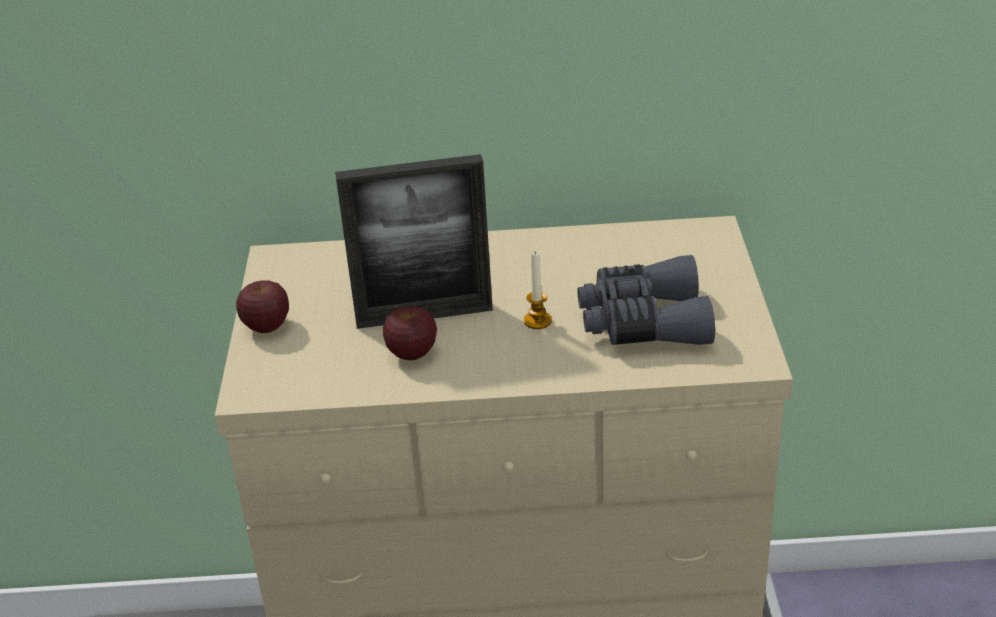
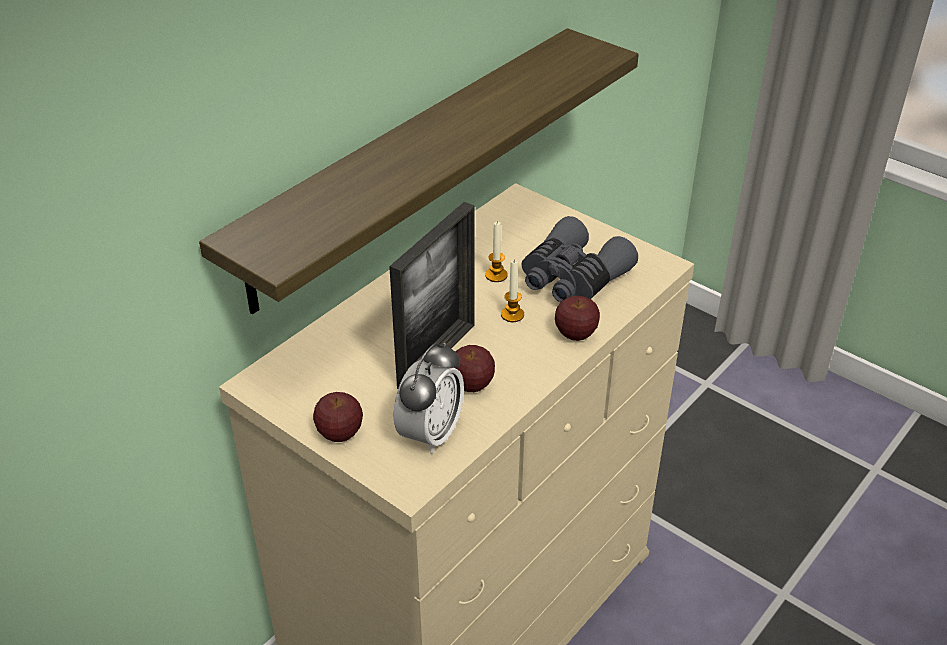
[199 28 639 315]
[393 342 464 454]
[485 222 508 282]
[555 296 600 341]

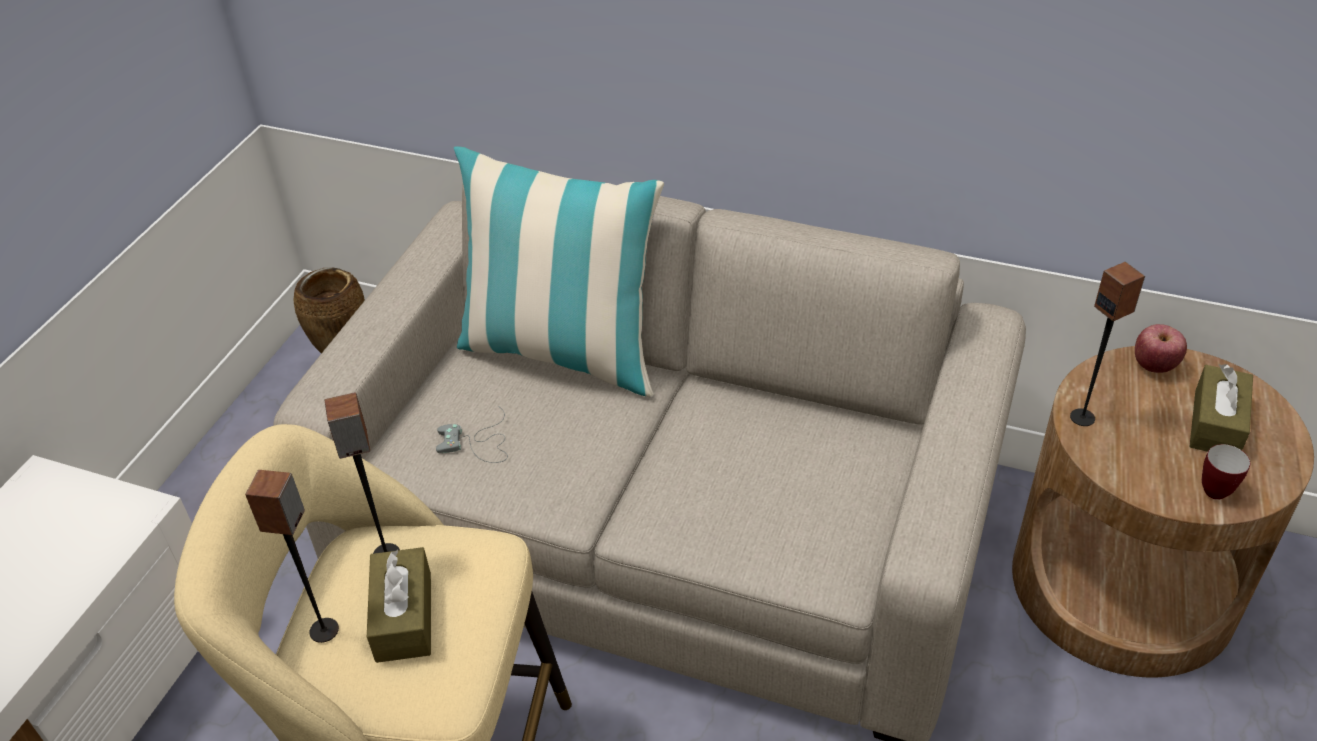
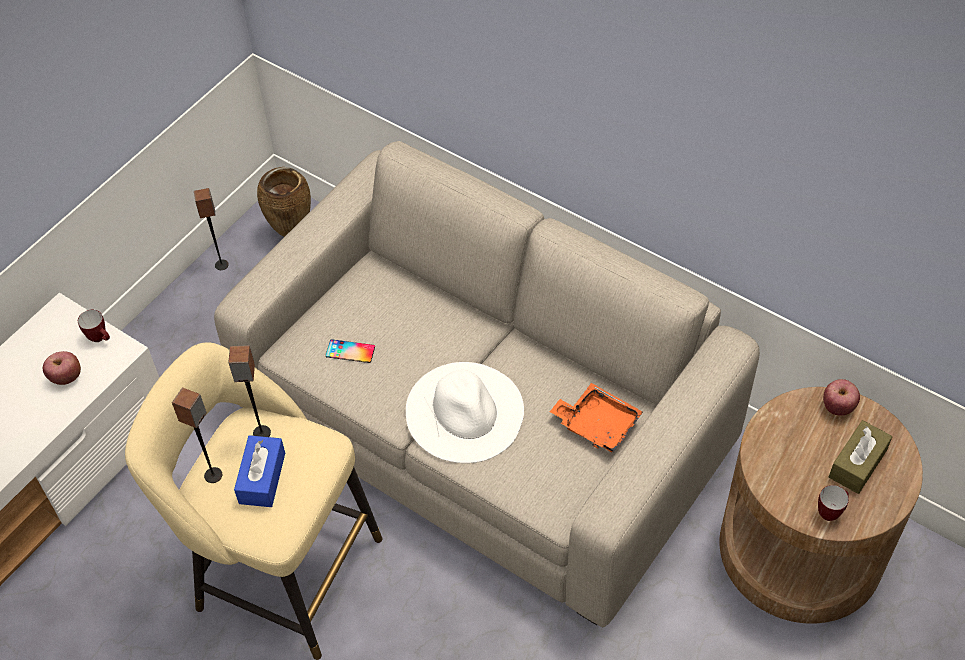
[454 146 664 397] (first image)
[43 351 81 385]
[78 310 110 342]
[406 362 524 463]
[550 383 643 452]
[194 188 229 270]
[326 339 375 363]
[234 435 285 507]

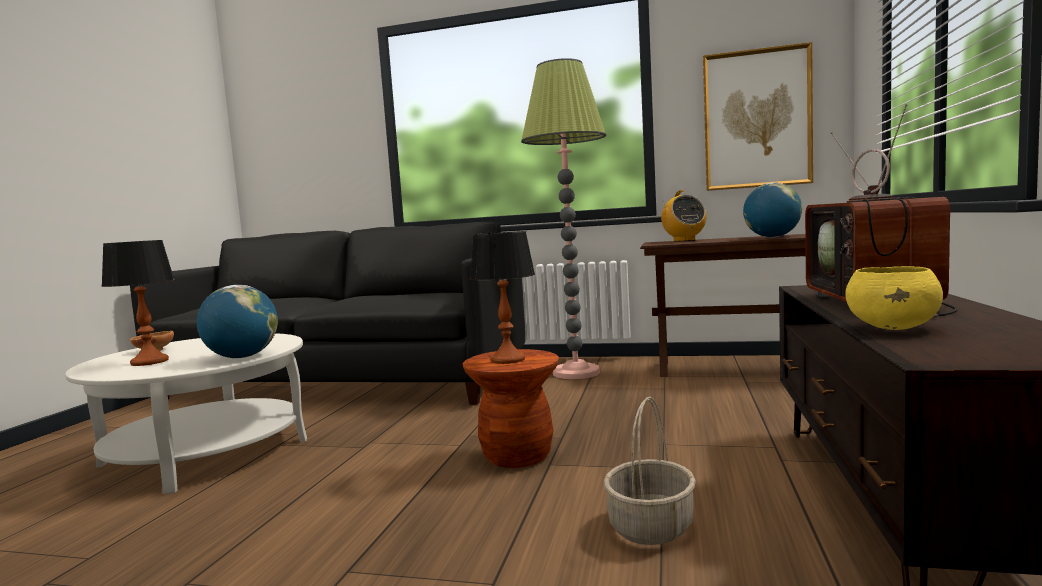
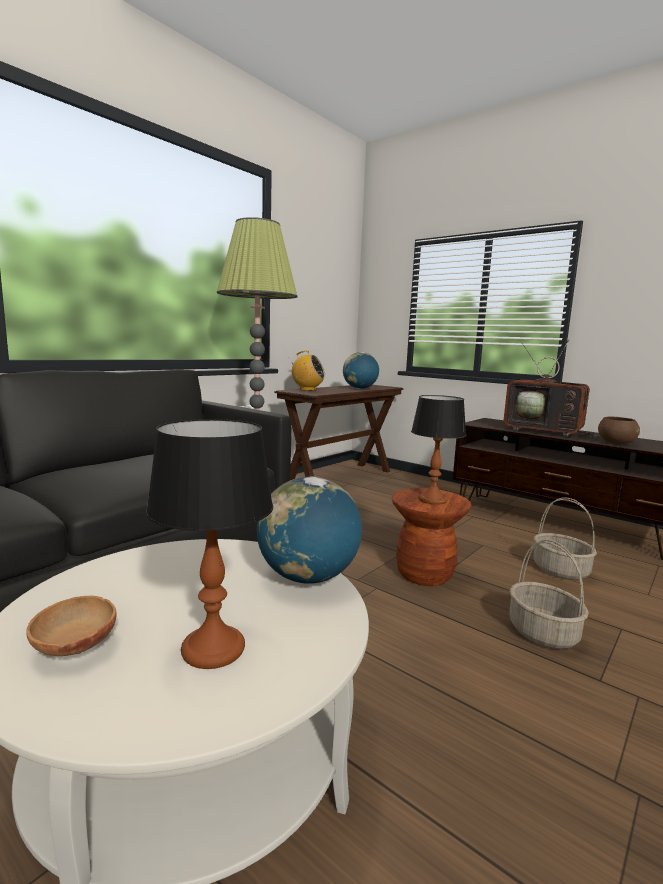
[703 42 813 191] (first image)
[509 539 589 649]
[598 416 640 445]

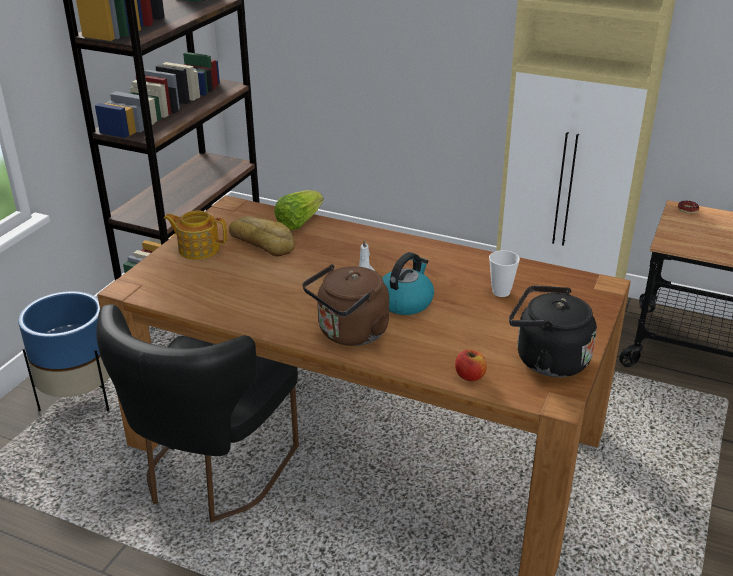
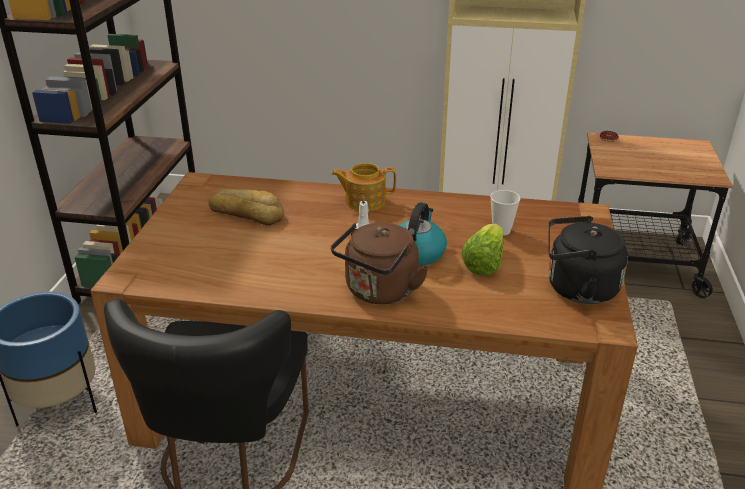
[455 350 487 381] (first image)
[331 163 396 211]
[462 224 504 276]

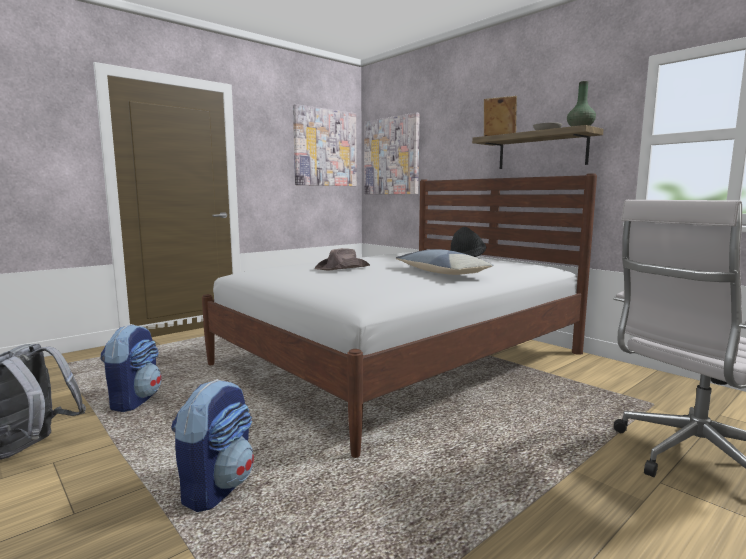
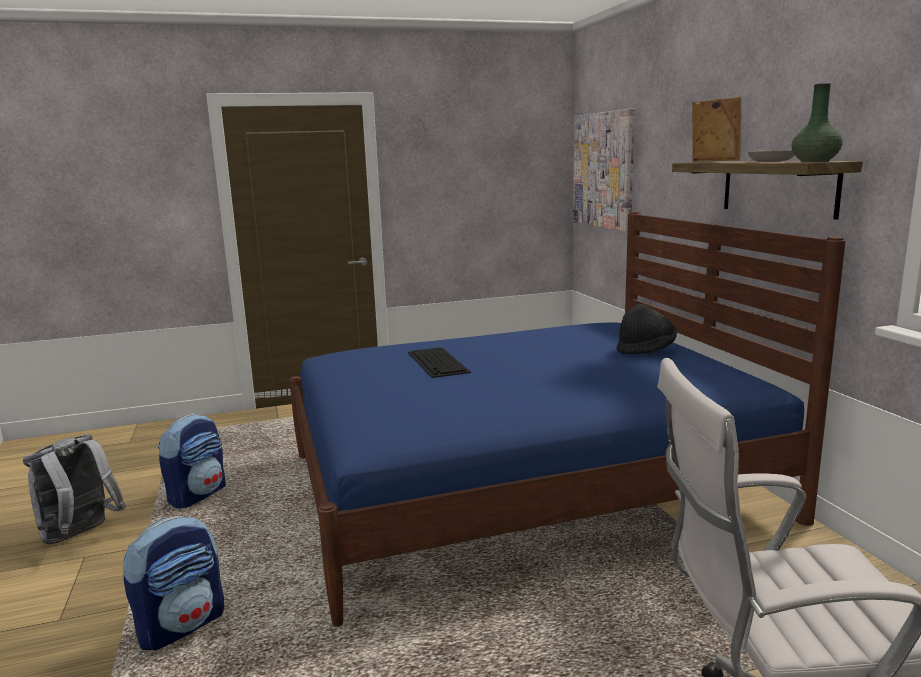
[293 104 357 186] (first image)
[396 249 494 275] (first image)
[408 347 471 378]
[289 212 846 627]

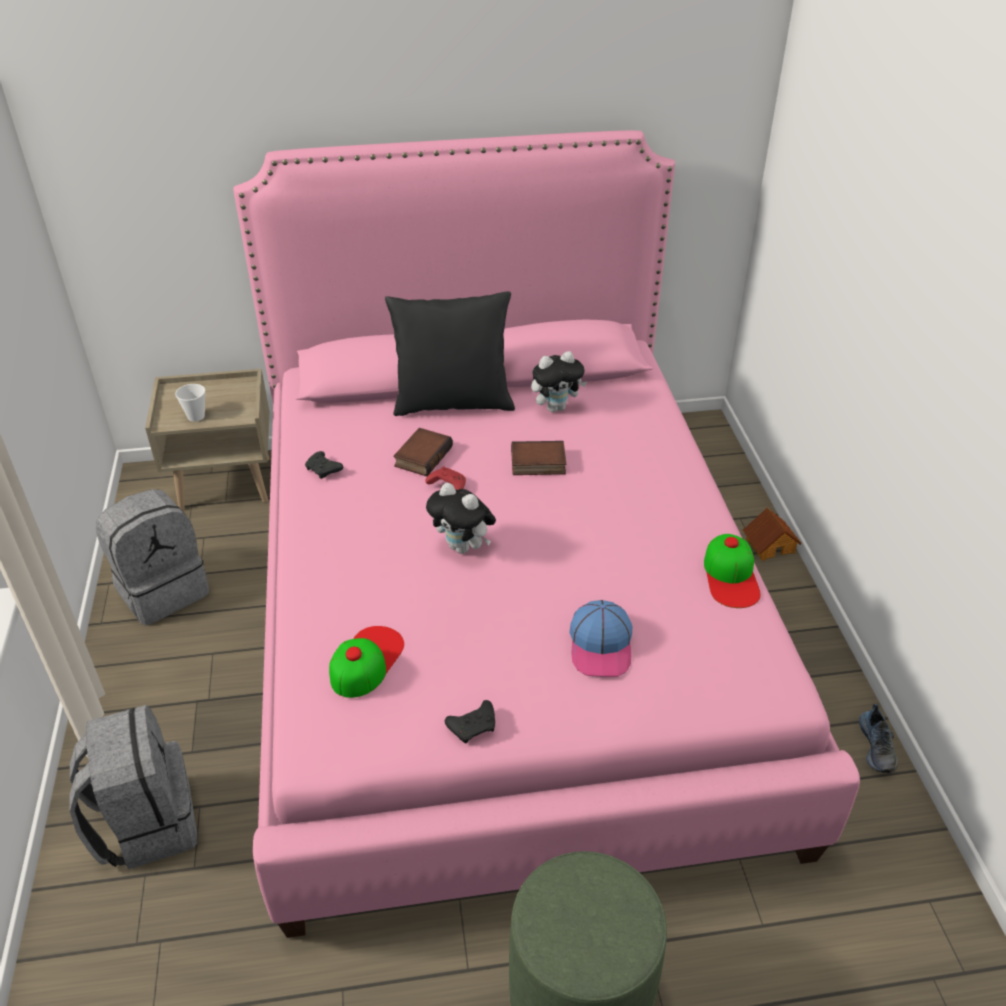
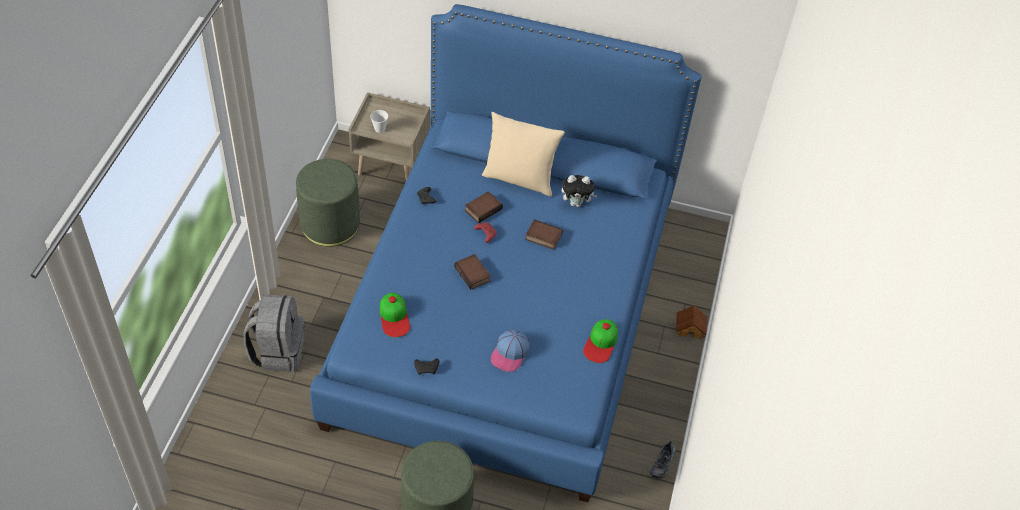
[296 159 360 247]
[454 254 491 290]
[310 4 702 502]
[482 112 565 197]
[380 293 410 337]

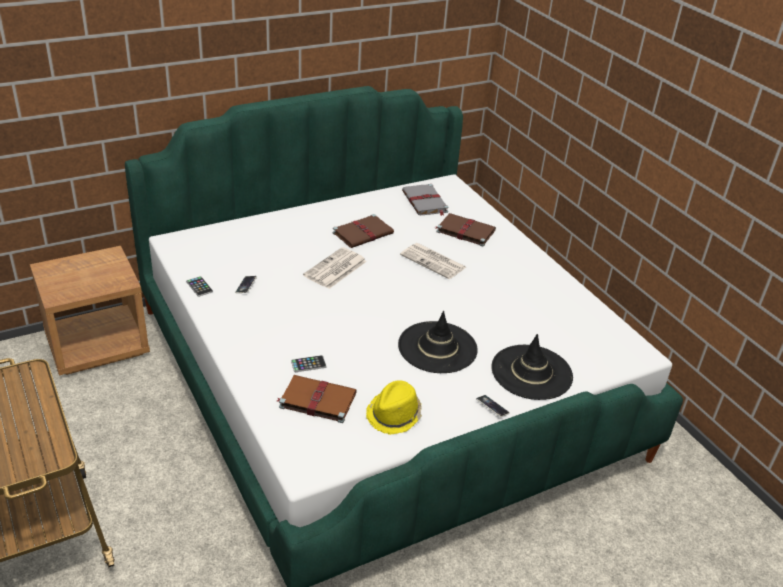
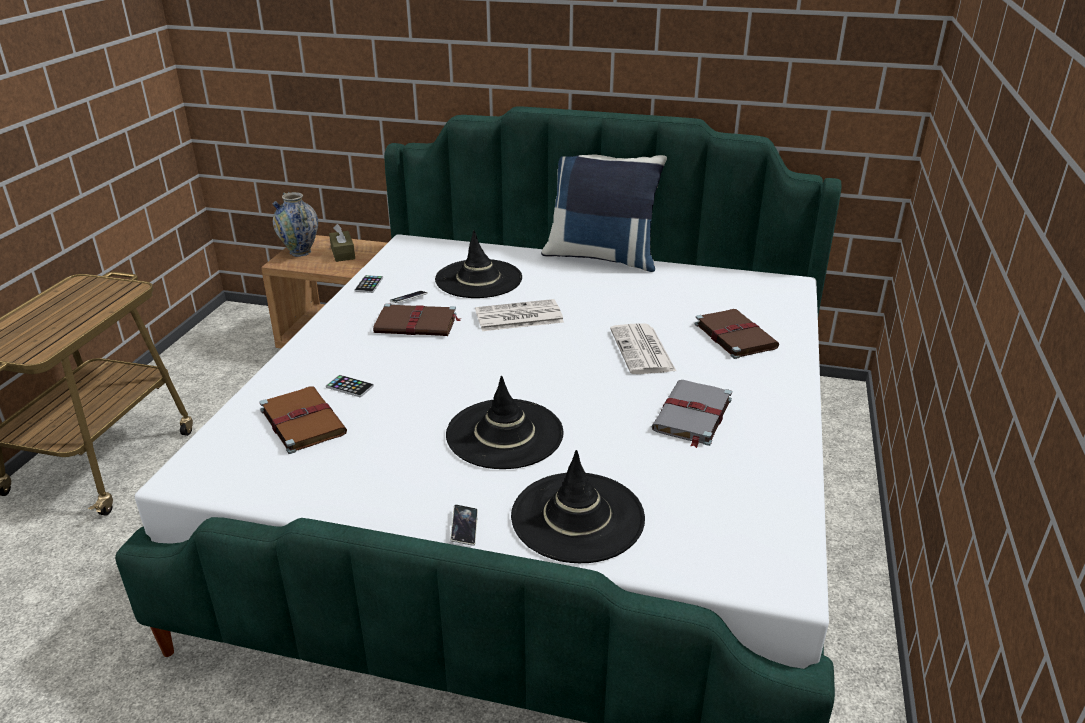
[366 380 422 435] (first image)
[273 192 318 257]
[329 224 355 262]
[435 230 522 298]
[541 154 667 272]
[373 303 460 336]
[651 380 732 448]

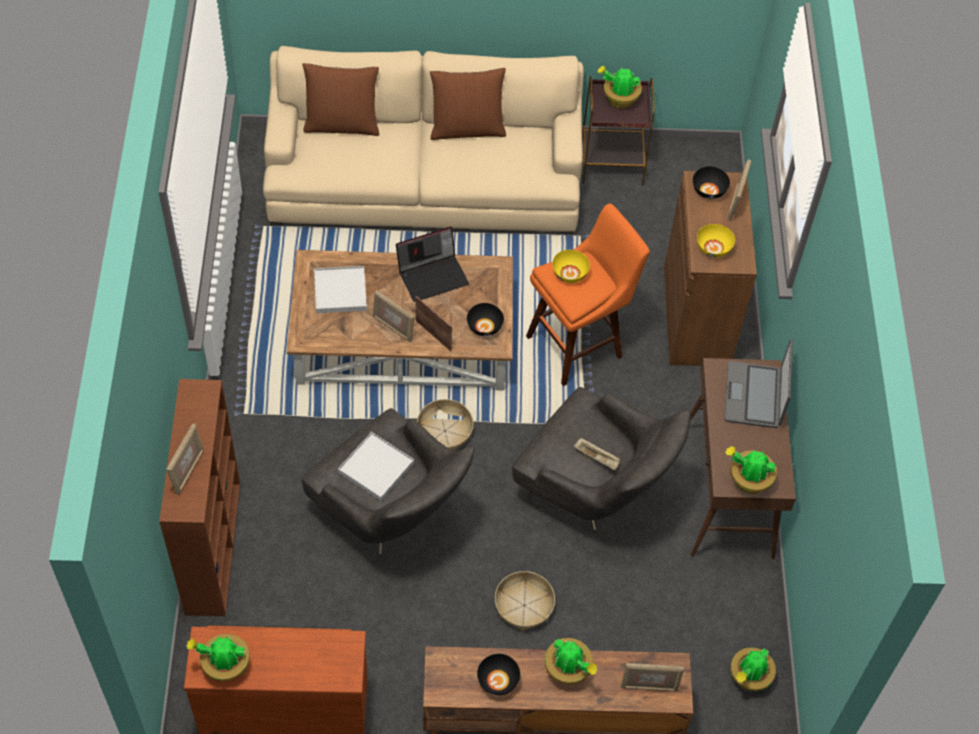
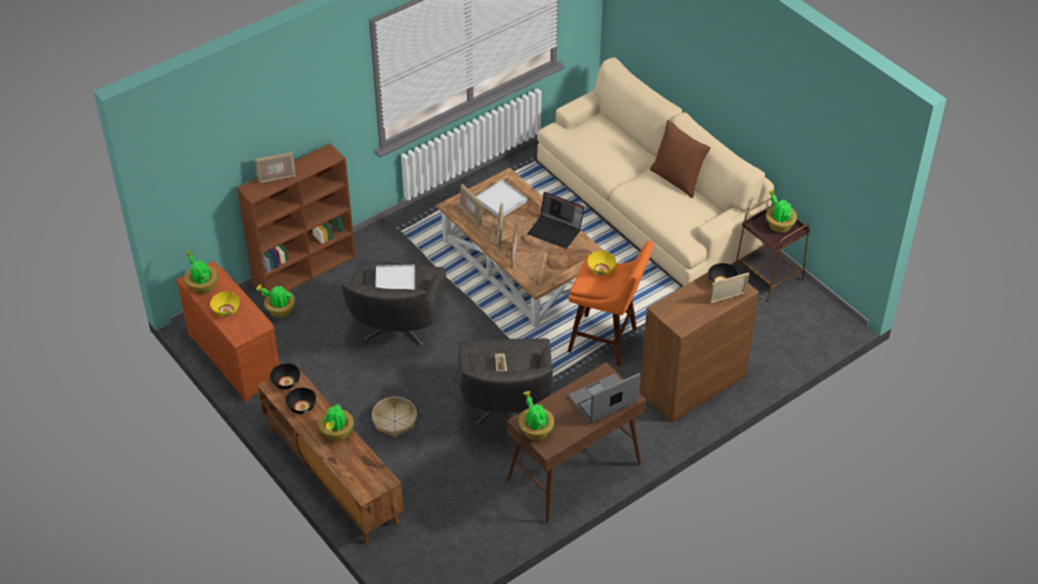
[302 63 379 136] (first image)
[417 399 474 451] (first image)
[270 363 300 389]
[459 184 483 226]
[210 292 240 316]
[256 285 295 318]

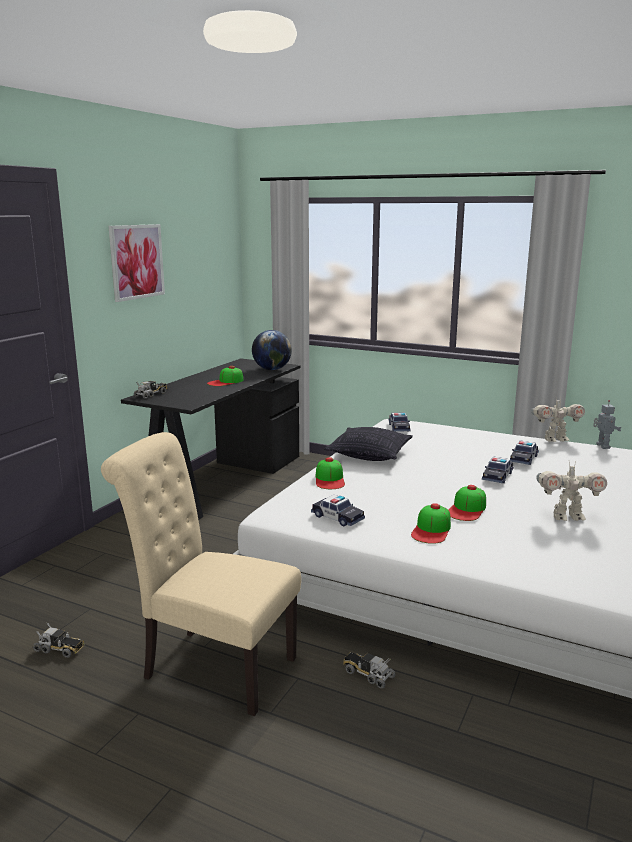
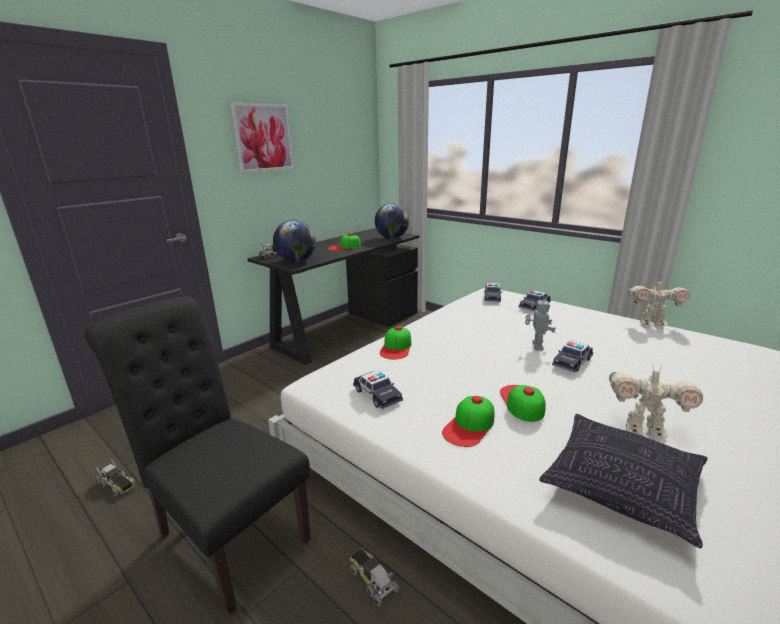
[273 220 316 262]
[539 414 708 548]
[519 290 551 311]
[525 296 556 350]
[84 296 311 615]
[500 385 546 422]

